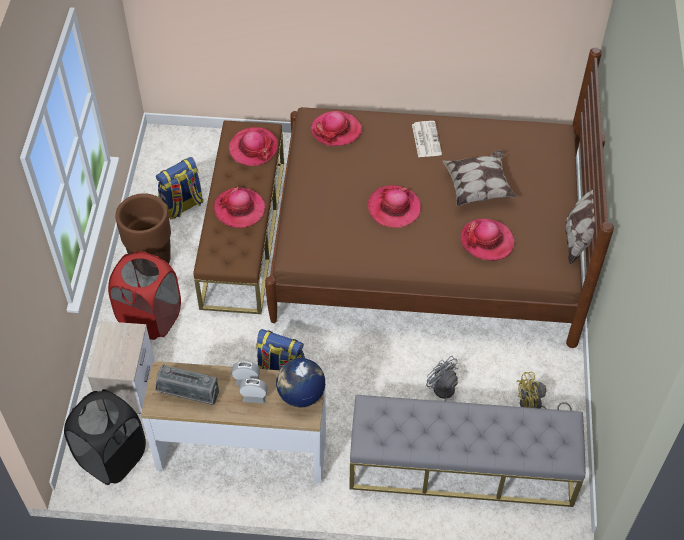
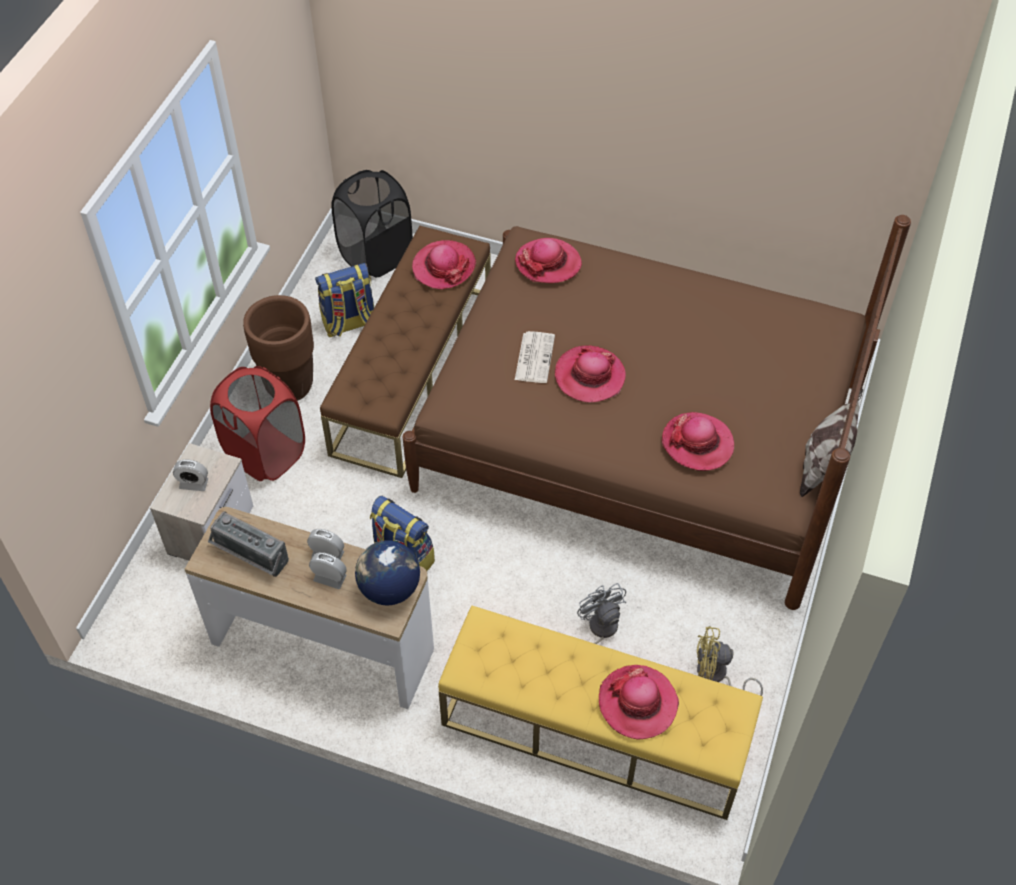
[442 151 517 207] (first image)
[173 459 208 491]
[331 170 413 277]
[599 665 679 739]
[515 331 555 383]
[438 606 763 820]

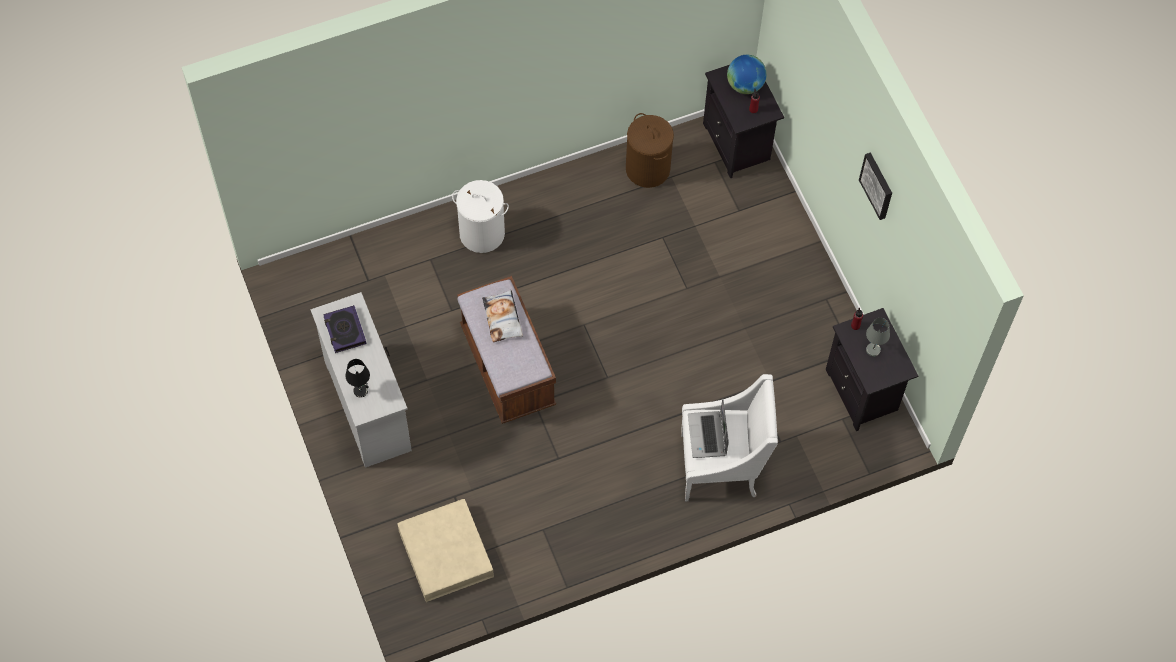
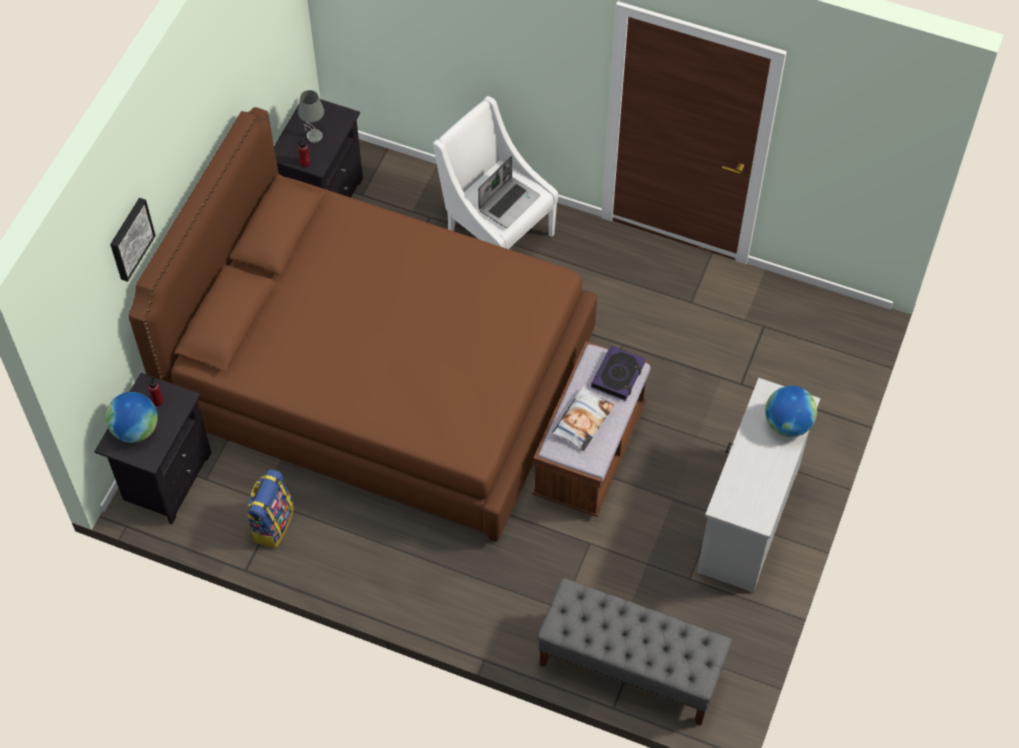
[397 499 494 602] (first image)
[452 180 509 253] (first image)
[128 107 597 542]
[537 578 732 725]
[591 346 645 401]
[110 198 156 282]
[765 386 817 437]
[247 469 294 548]

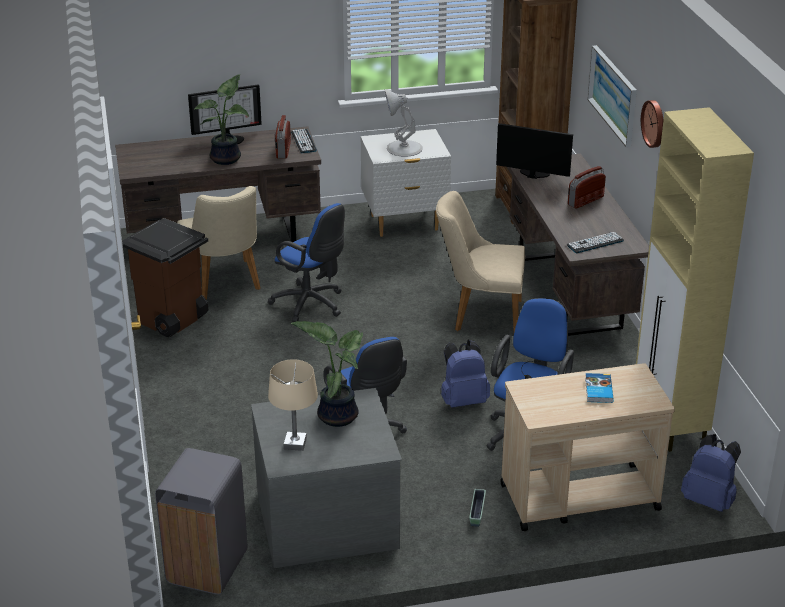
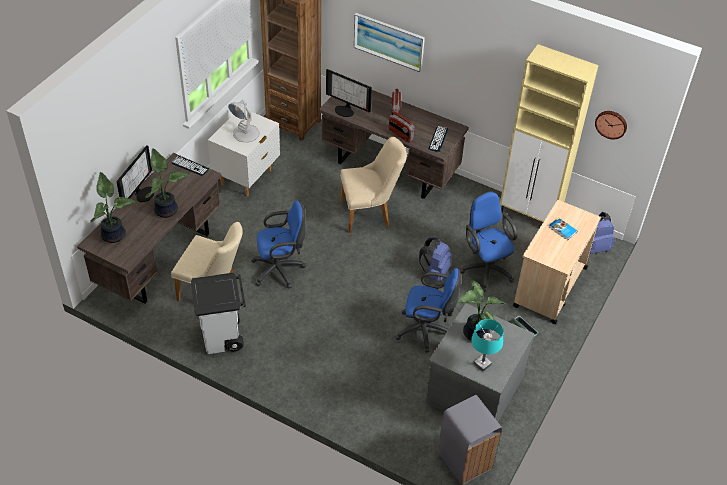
[90 172 136 243]
[389 112 415 143]
[595 111 627 139]
[191 273 246 354]
[471 319 504 372]
[340 137 407 233]
[326 69 372 117]

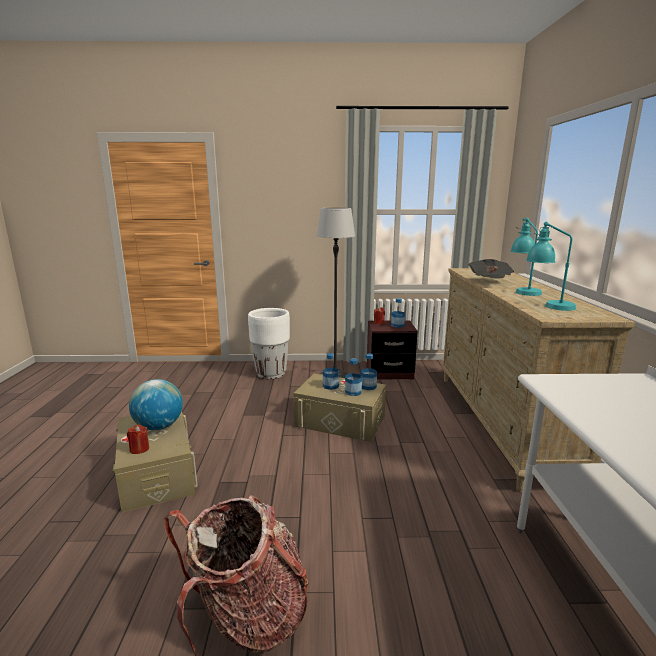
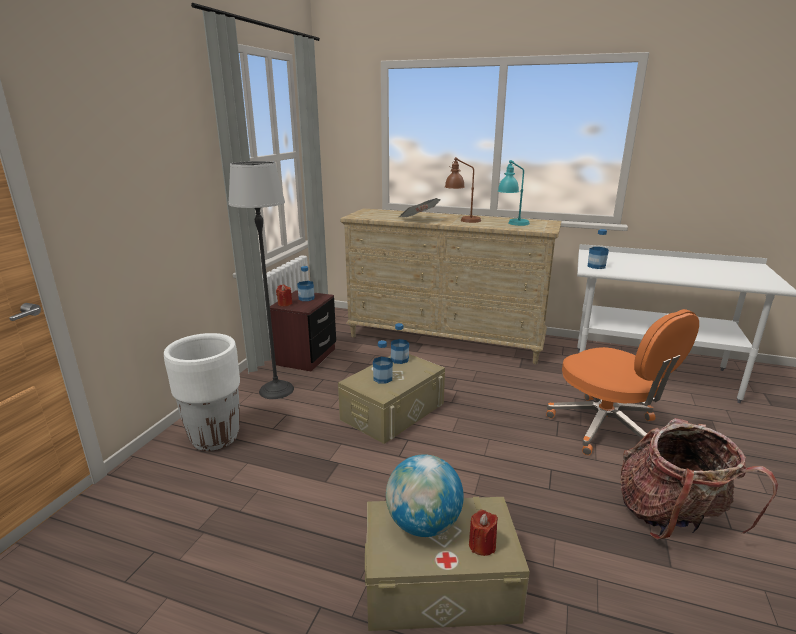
[546 309 699 455]
[587 229 609 269]
[445 157 481 223]

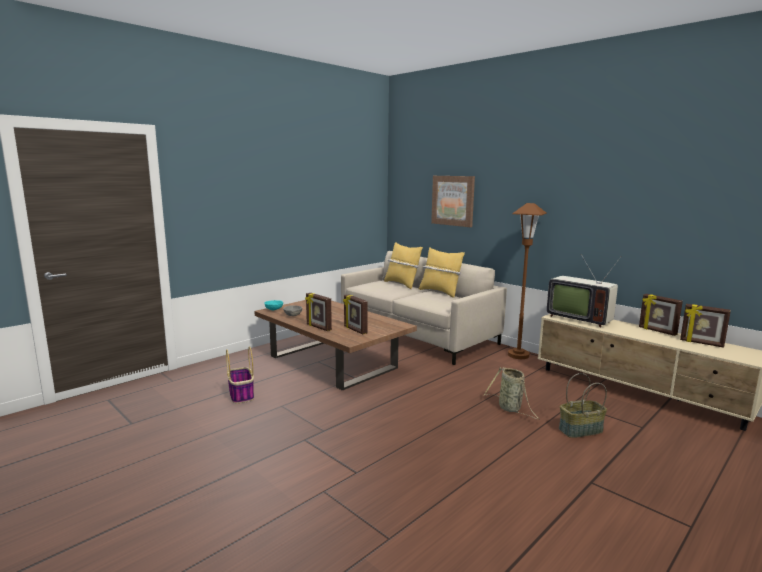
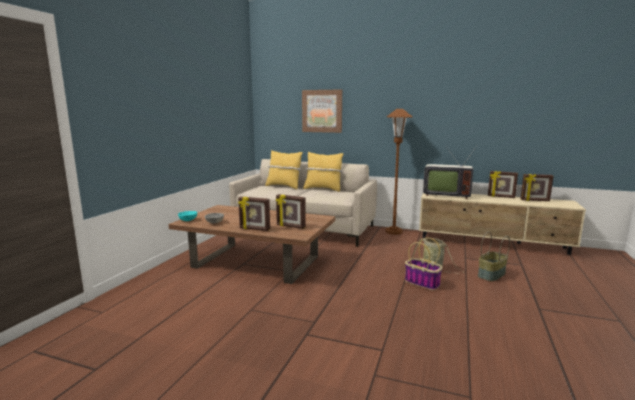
[405 237 443 290]

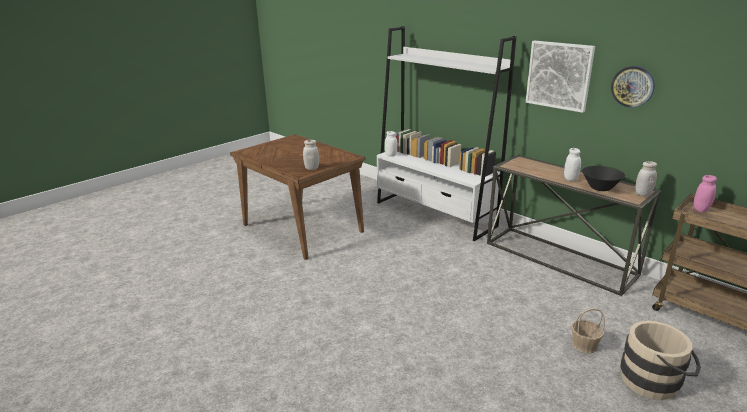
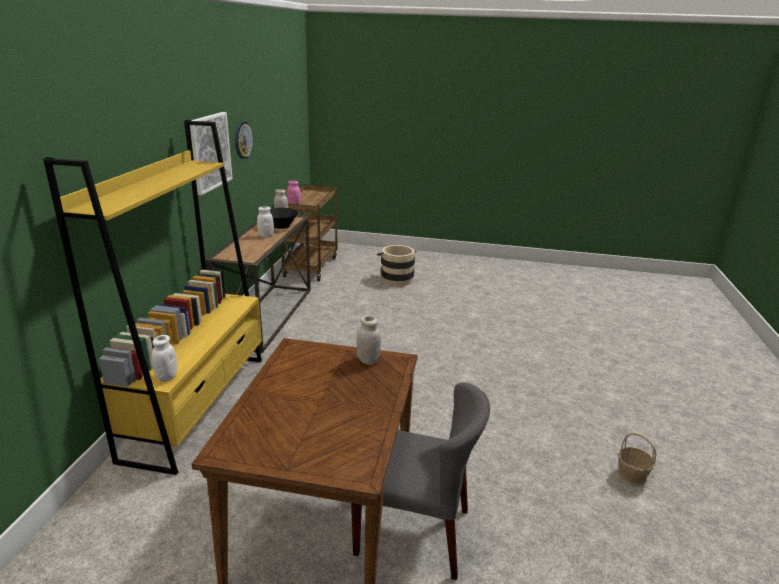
[351 382 490 580]
[617 433 656 486]
[43 120 262 475]

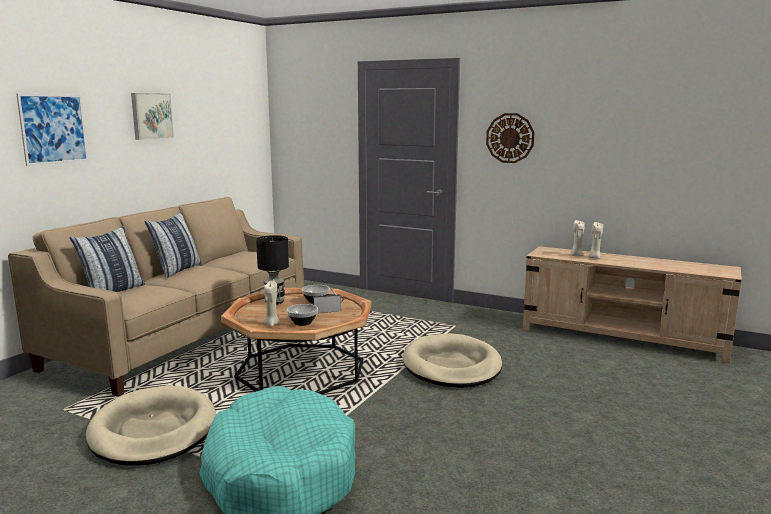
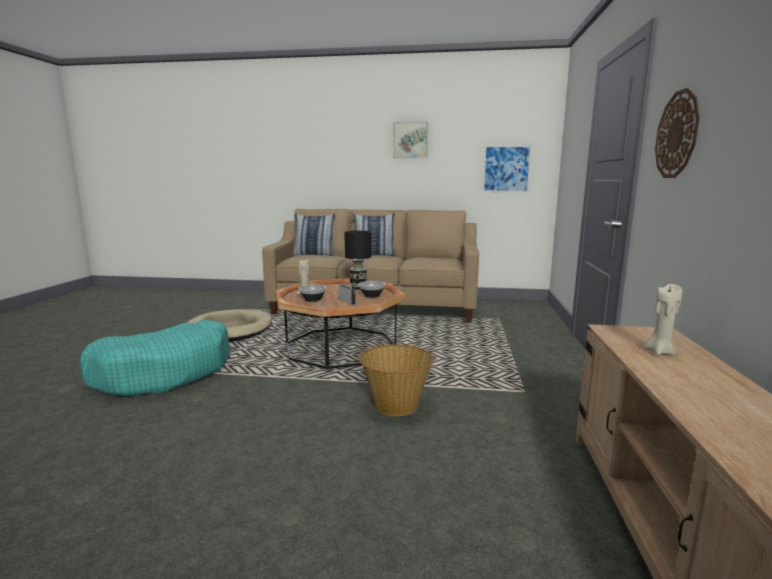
[588 222 603 259] (first image)
[483 145 532 192]
[359 344 434 416]

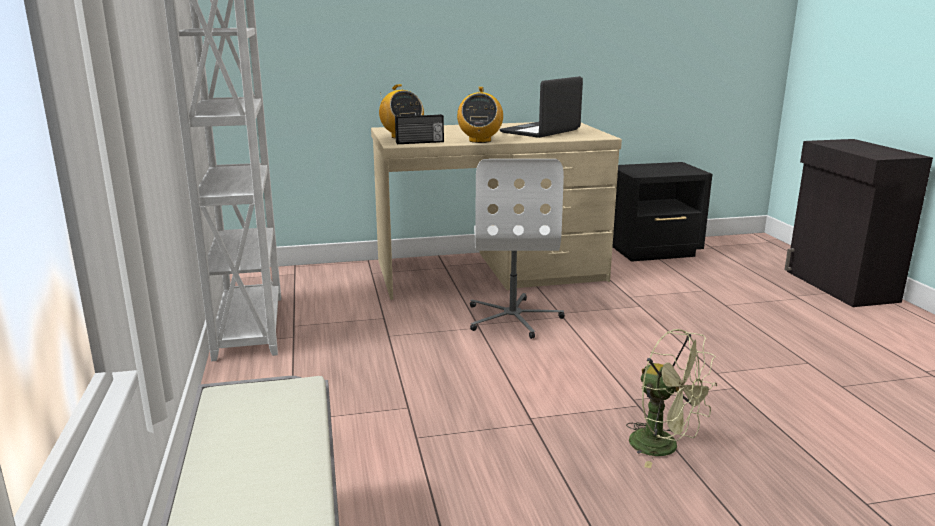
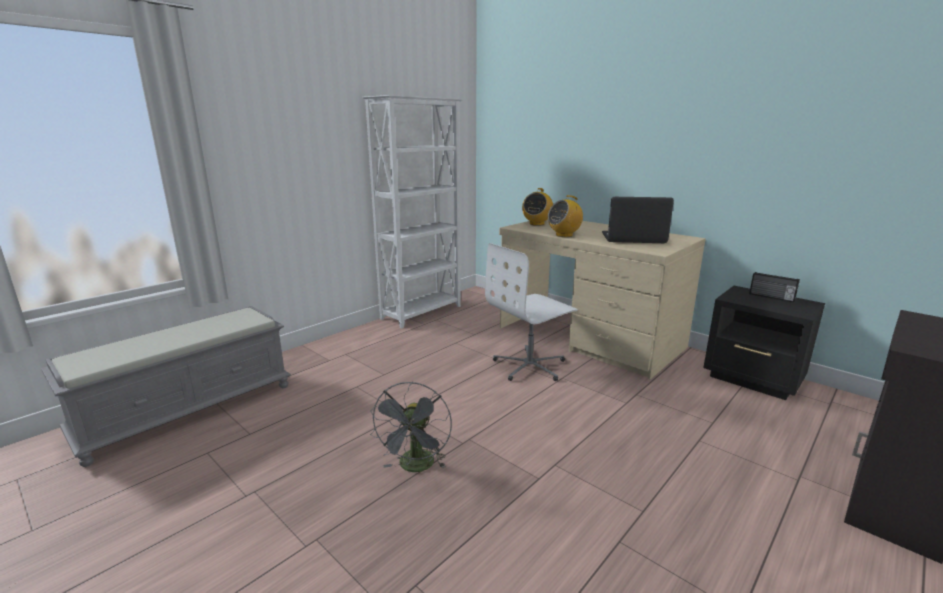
[749 272 800 302]
[370 382 452 472]

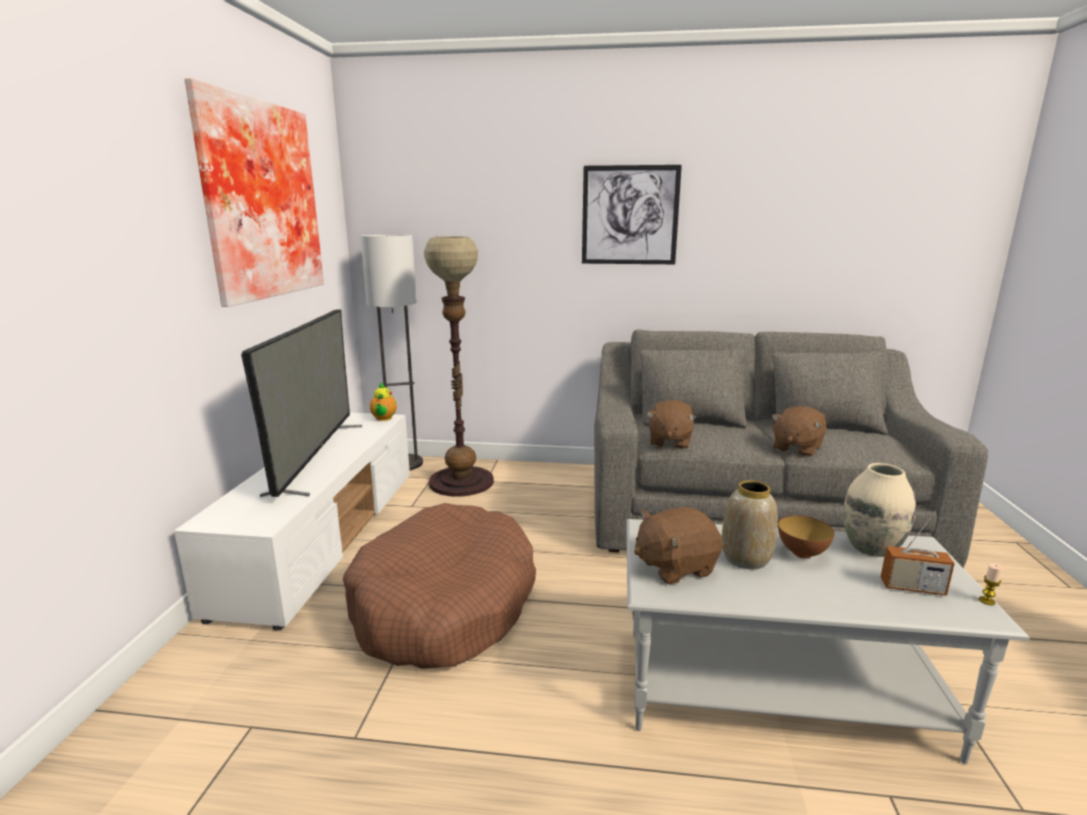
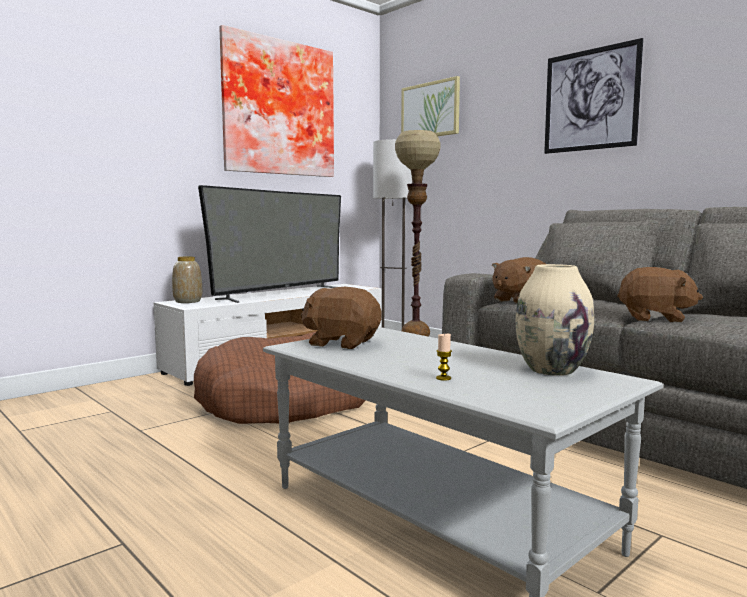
[370 383 397 421] (first image)
[778 516 834 558] (first image)
[881 512 955 596] (first image)
[401 76 460 136]
[172 257 202 303]
[436 333 452 381]
[617 267 703 322]

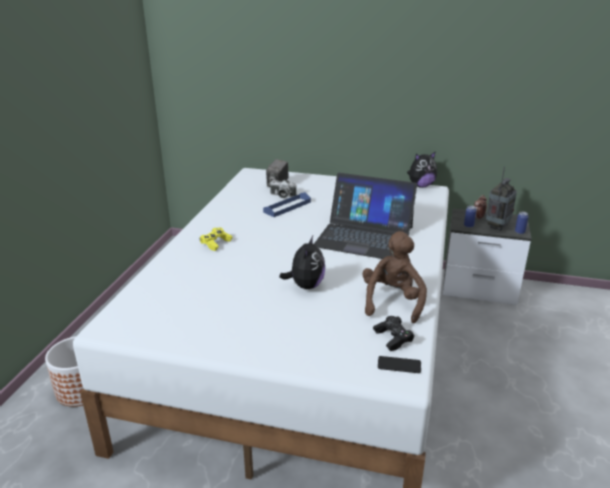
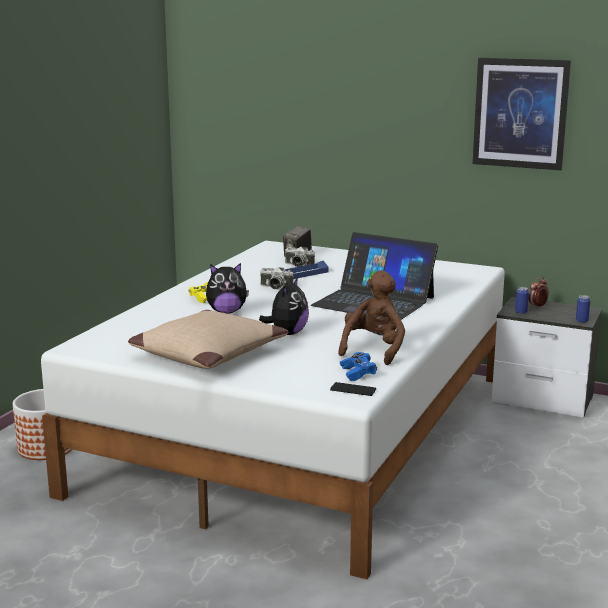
[486 166 517 231] (first image)
[128 310 288 369]
[260 267 293 289]
[472 58 571 170]
[206 263 249 314]
[340 352 377 381]

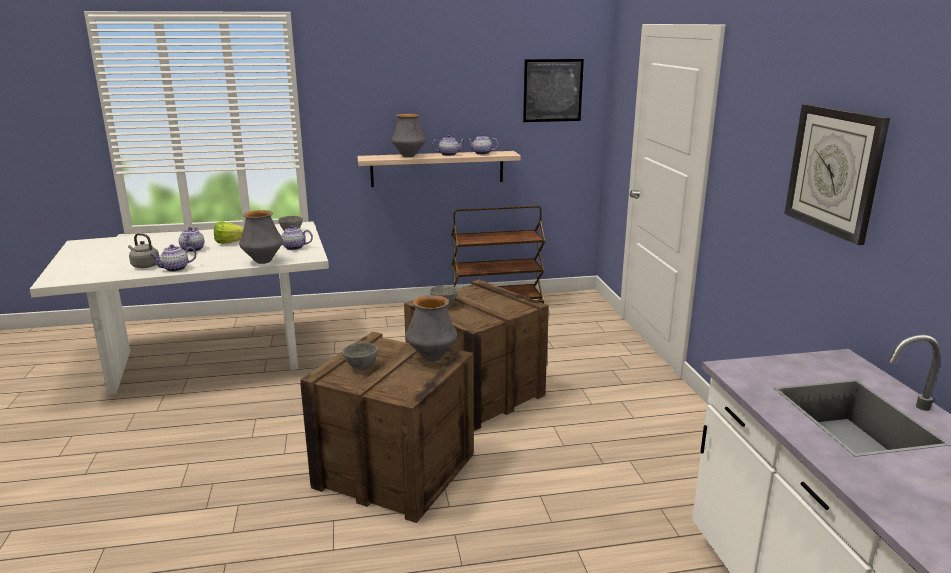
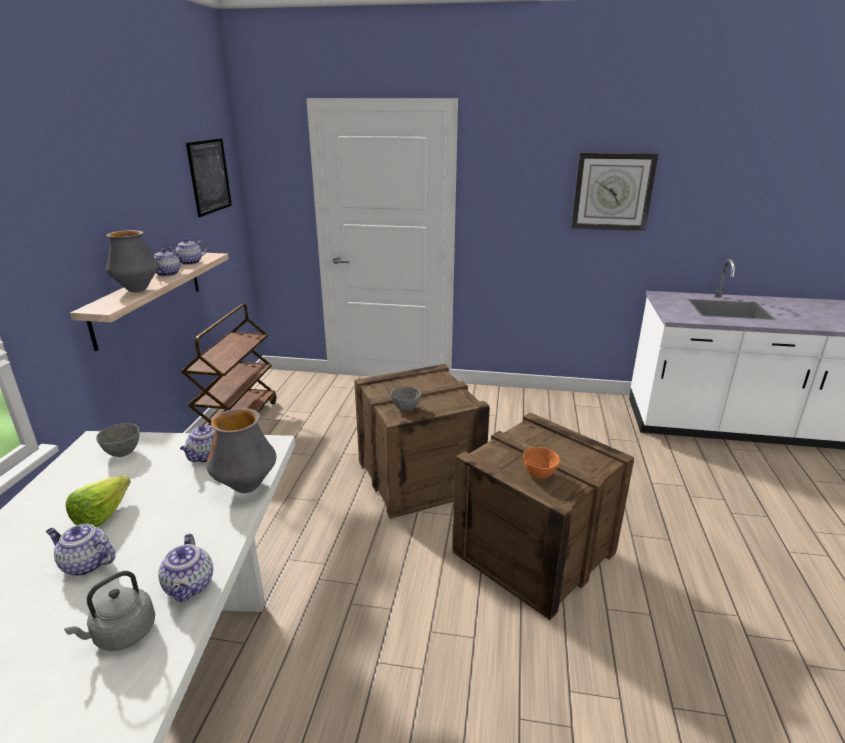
[406 295 457 361] (first image)
[523 447 560 479]

